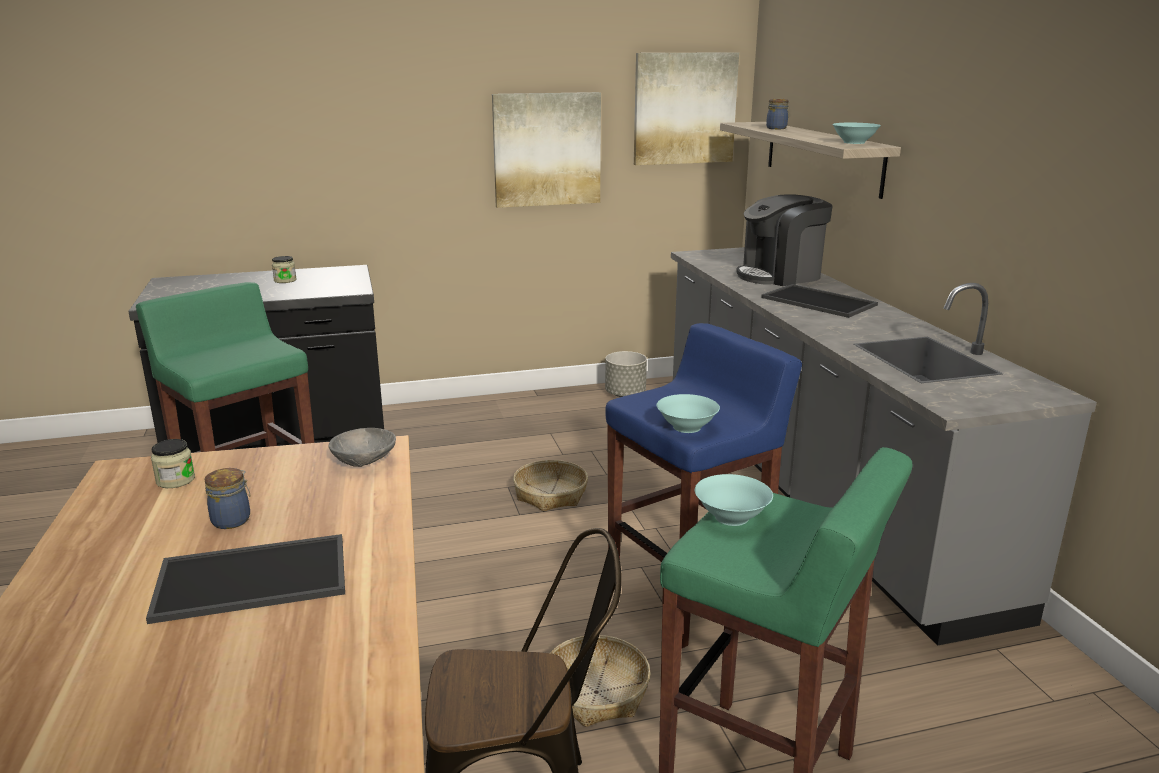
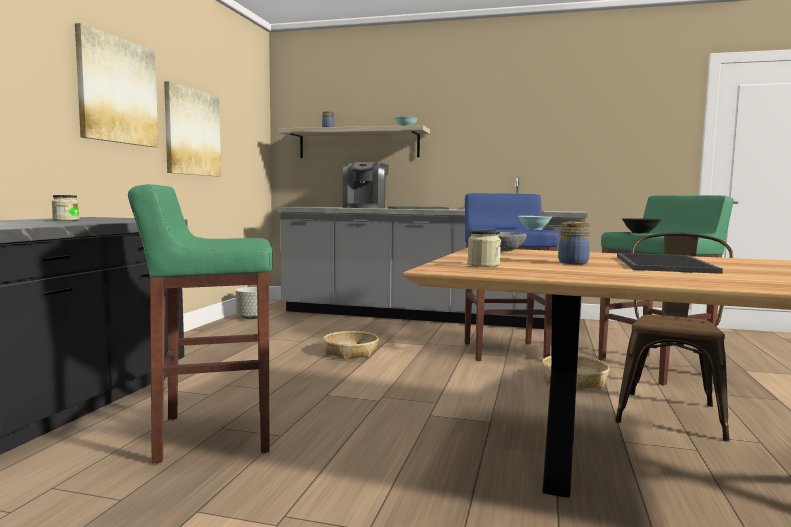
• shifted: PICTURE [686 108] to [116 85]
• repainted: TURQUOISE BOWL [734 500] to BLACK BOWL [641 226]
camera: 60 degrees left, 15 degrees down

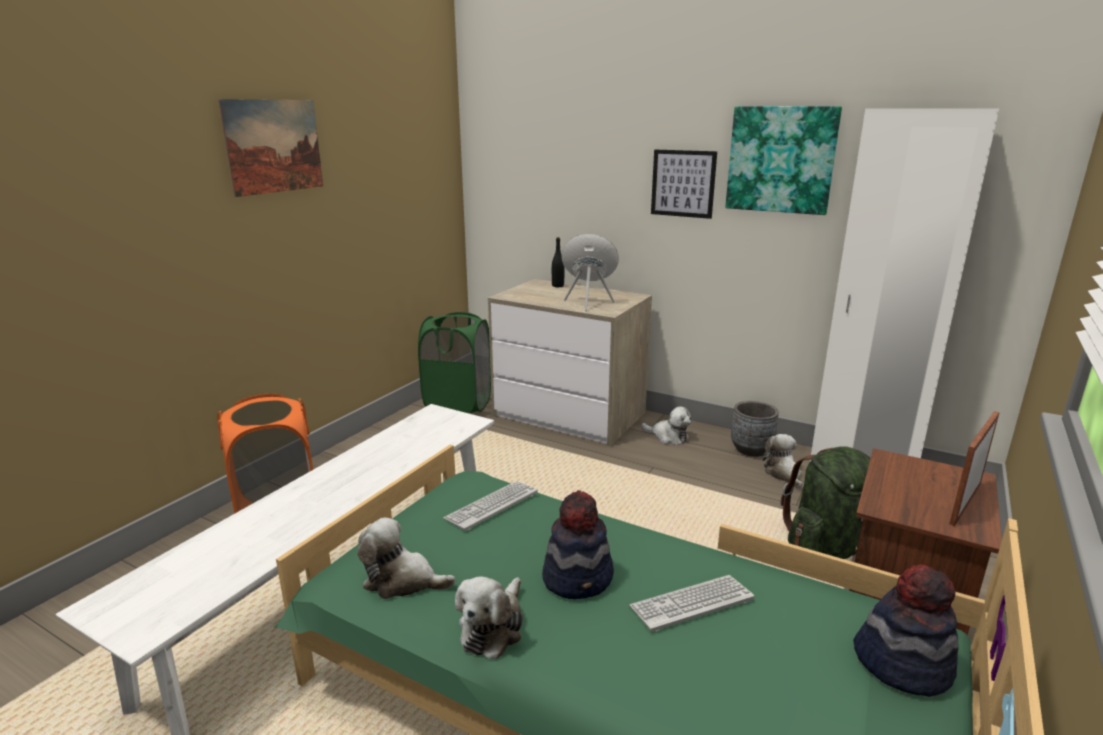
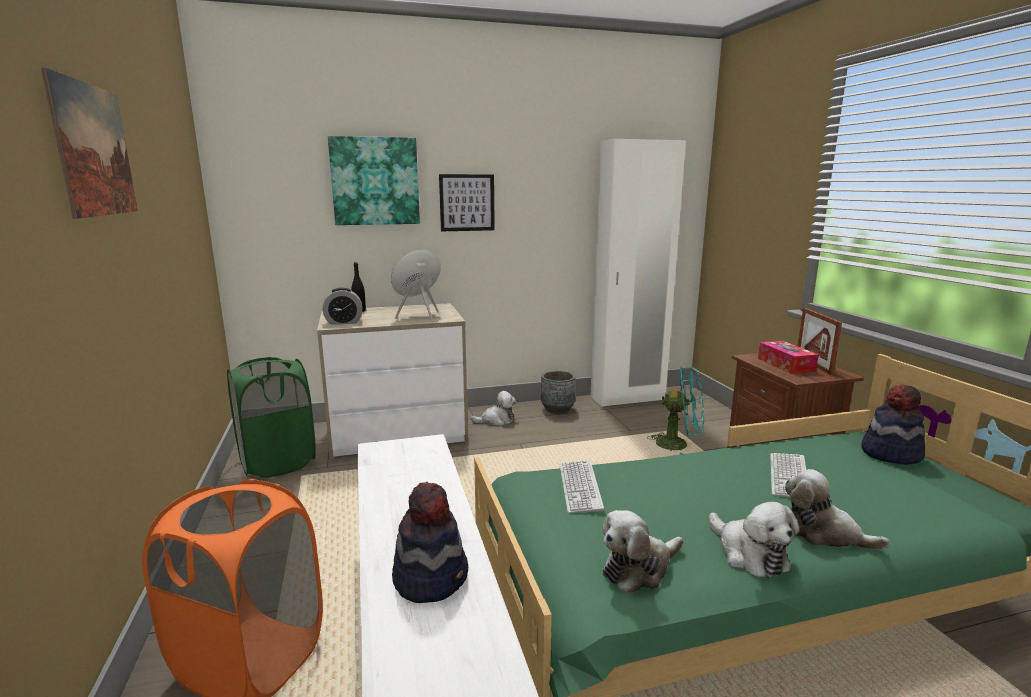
• new: ALARM CLOCK [342 306]
• shifted: PICTURE [783 160] to [374 180]
• shifted: HAT [578 544] to [430 542]
• swapped: GREEN BACKPACK [825 502] to TURQUOISE FAN [675 411]
• new: TISSUE BOX [788 357]
• shifted: PLUSH TOY [782 461] to [837 509]
camera: 45 degrees left, 5 degrees down

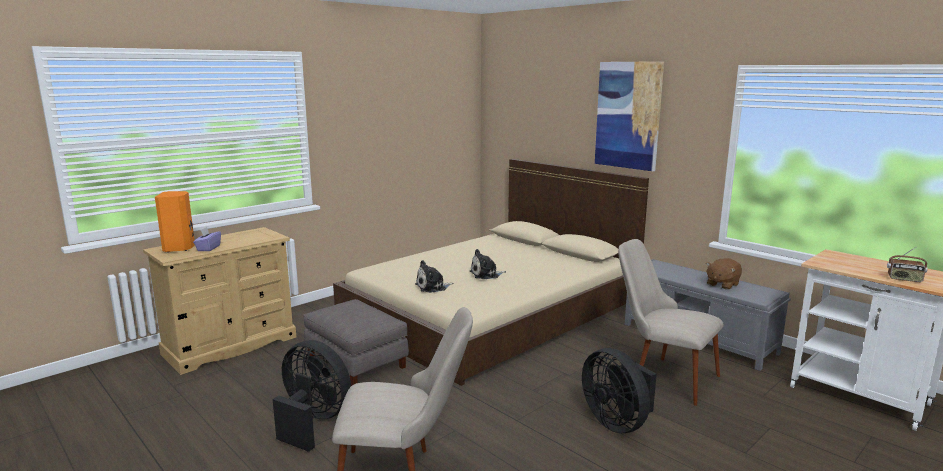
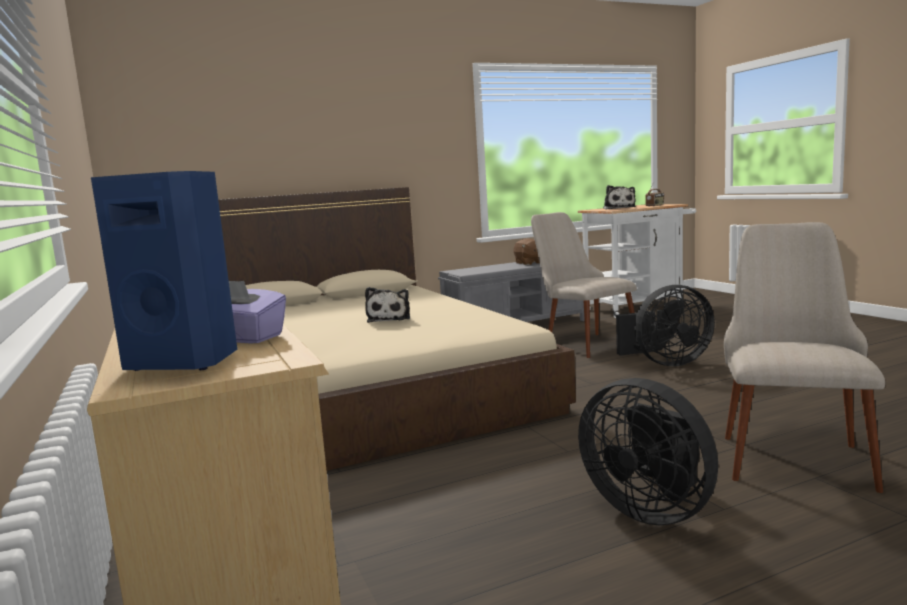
• repainted: ORANGE SPEAKER [175 221] to BLUE SPEAKER [164 271]
• rotated: BEIGE CHAIR [670 322] = [584 285] 90 degrees clockwise
• rotated: BLACK FAN [312 396] = [648 451] 90 degrees counterclockwise
• shifted: PLUSH TOY [434 276] to [619 197]
• gone: GREY OTTOMAN [356 342]
• gone: PICTURE [629 116]
camera: 70 degrees left, 5 degrees down

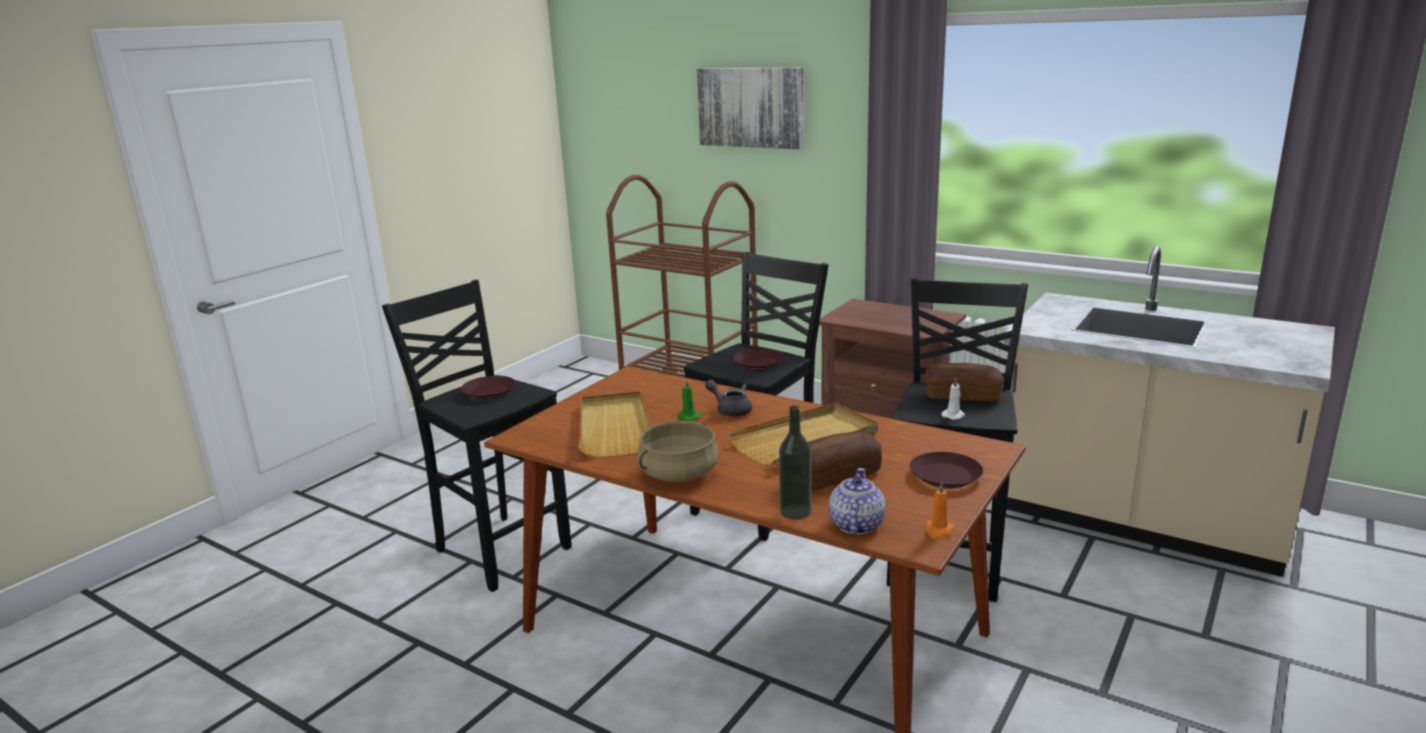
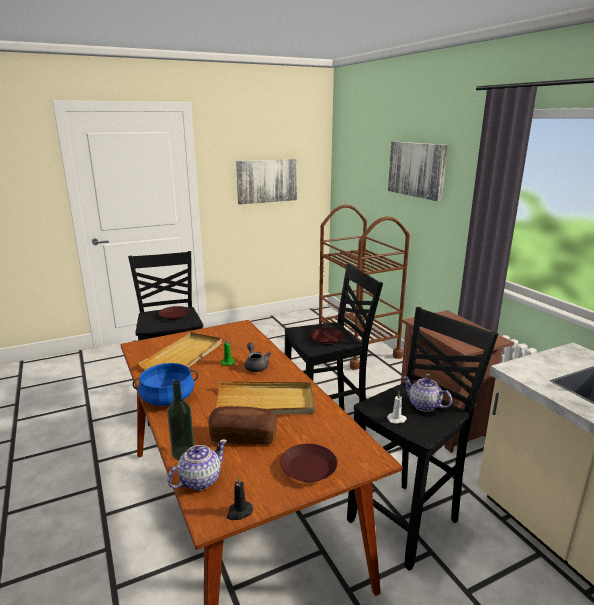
• repainted: BEIGE COOKING POT [678 451] to BLUE COOKING POT [165 384]
• repainted: ORANGE CANDLE [939 511] to BLACK CANDLE [240 498]
• new: PICTURE [266 181]
• swapped: BREAD [964 382] to TEAPOT [427 394]
camera: 30 degrees right, 0 degrees up

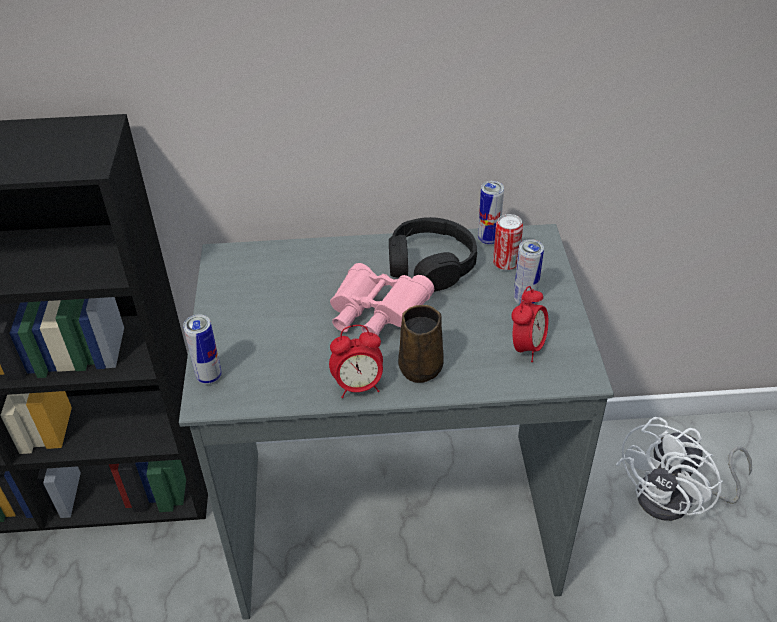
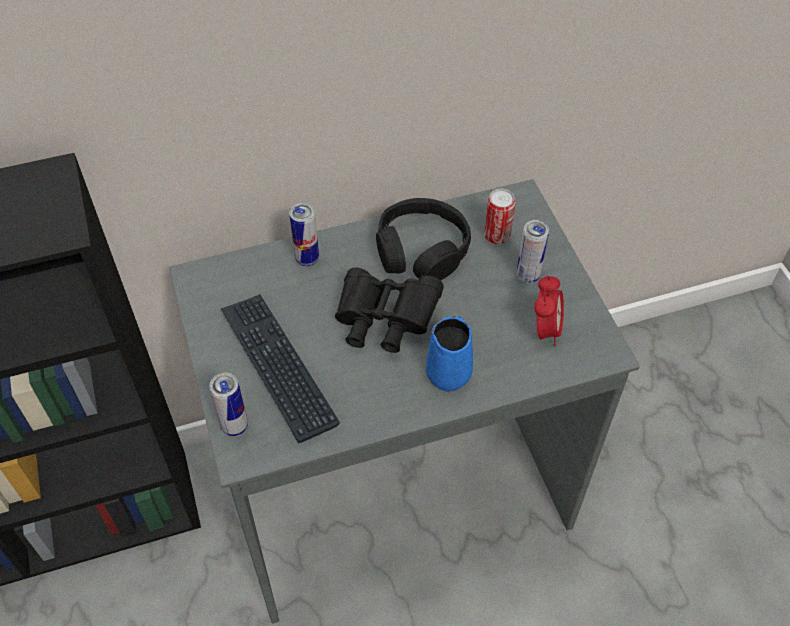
• new: KEYBOARD [280 368]
• shifted: CAN [491 213] to [304 234]
• repainted: PINK BINOCULARS [382 299] to BLACK BINOCULARS [389 310]
• repainted: BROWN MUG [421 344] to BLUE MUG [449 354]
• gone: ALARM CLOCK [356 361]
• gone: WHITE FAN [684 469]
camera: 15 degrees left, 10 degrees up

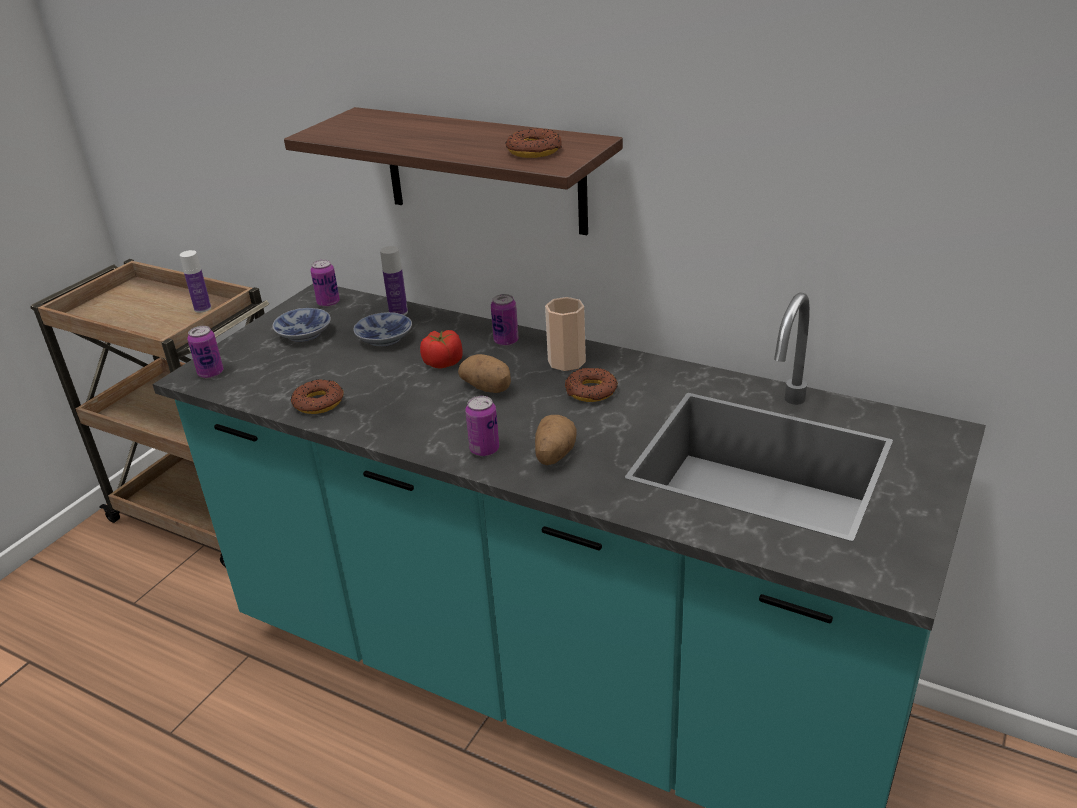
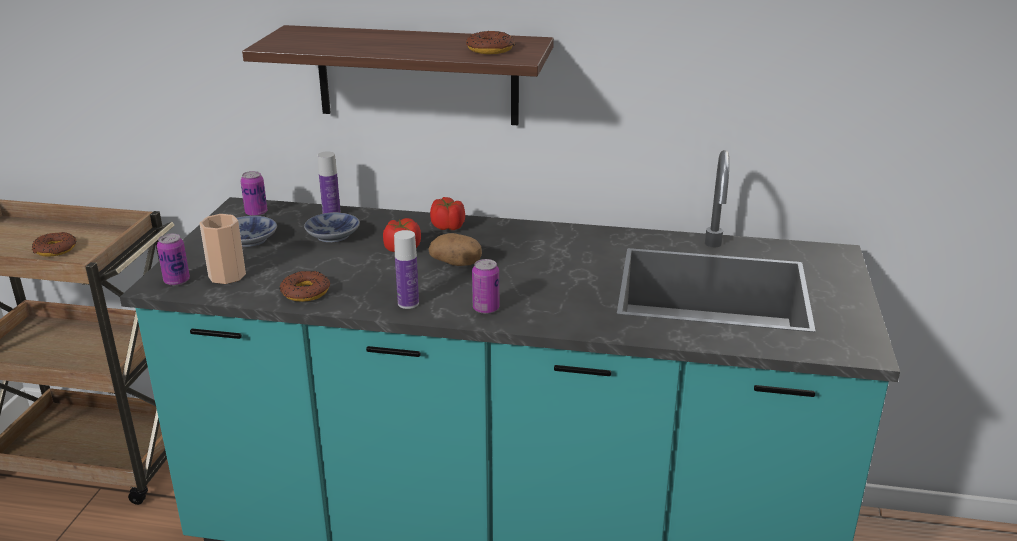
• shifted: DONUT [591 385] to [54 244]
• shifted: CUP [565 334] to [222 249]
• shifted: BOTTLE [195 281] to [406 269]
• swapped: CAN [505 320] to TOMATO [447 213]
• gone: POTATO [556 440]
camera: 20 degrees left, 5 degrees down

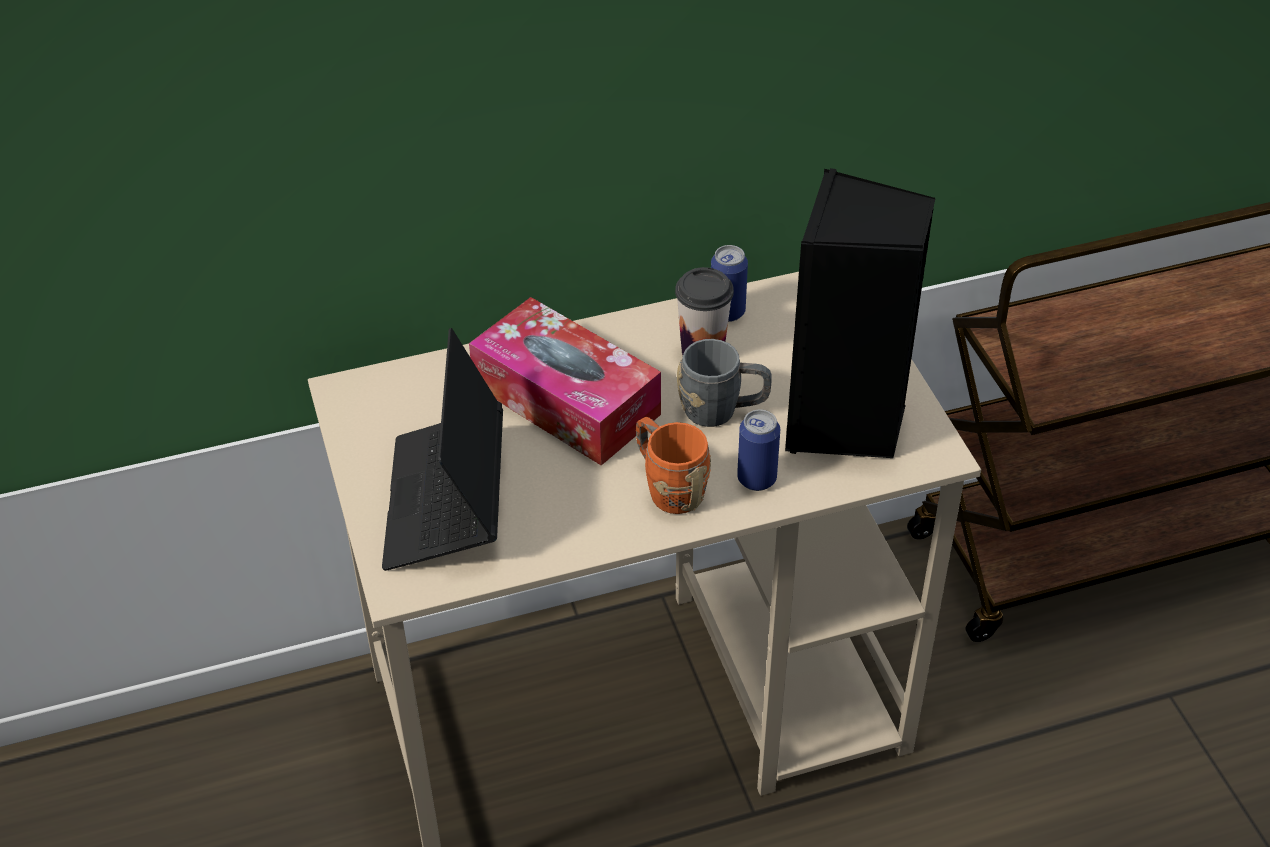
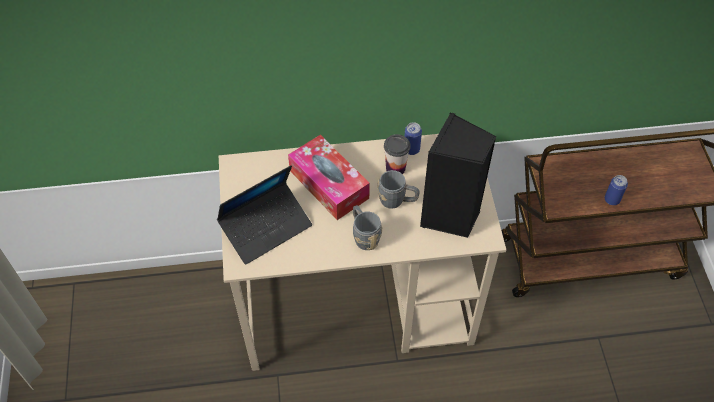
• rotated: LAPTOP [442 449] = [264 215] 135 degrees counterclockwise
• repainted: ORANGE MUG [673 465] to GREY MUG [368 227]
• shifted: CAN [758 450] to [616 190]
camera: 10 degrees right, 10 degrees up

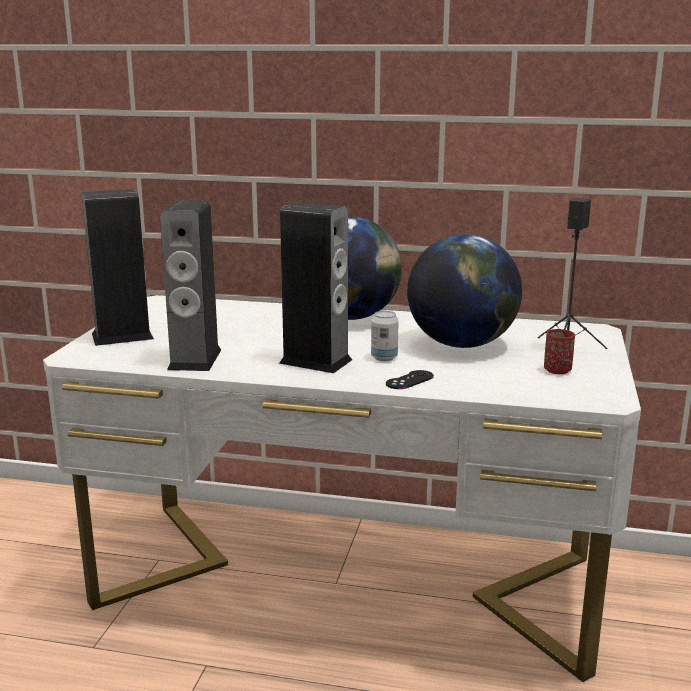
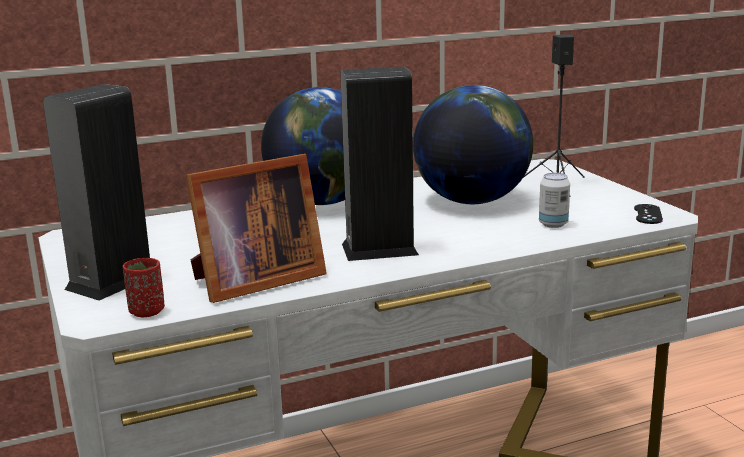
• shifted: RED CUP [559 351] to [144 287]
• swapped: SPEAKER [190 285] to PICTURE FRAME [256 228]
• shifted: CAN [385 336] to [554 200]
• shifted: BLACK GAME CONTROLLER [410 379] to [648 214]
camera: 35 degrees left, 0 degrees up

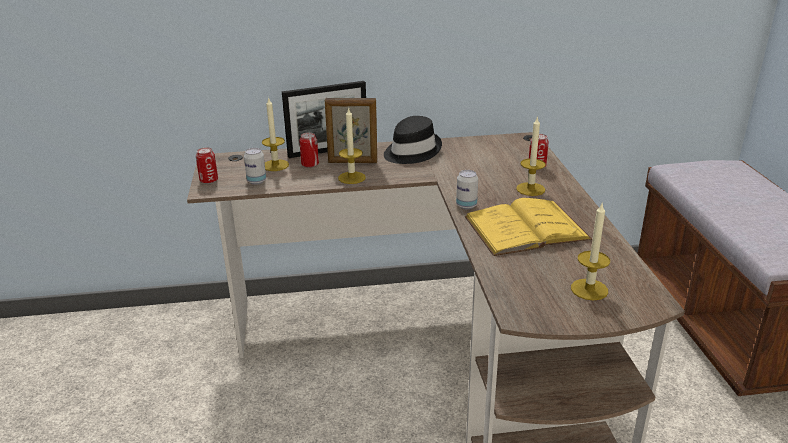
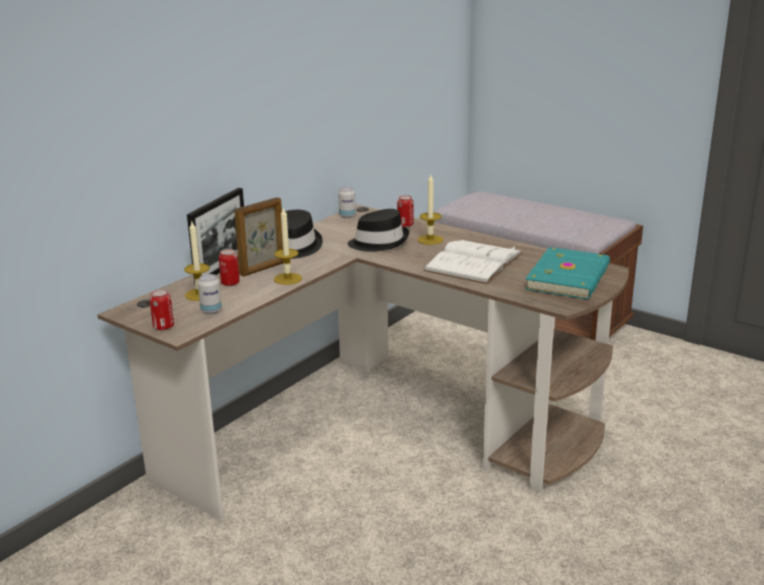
• shifted: CAN [467 189] to [347 202]
• new: BLACK HAT [378 230]
• repainted: YELLOW BOOK [528 227] to WHITE BOOK [473 262]
• swapped: CANDLE [590 252] to TURQUOISE BOOK [567 273]
camera: 45 degrees left, 5 degrees down

